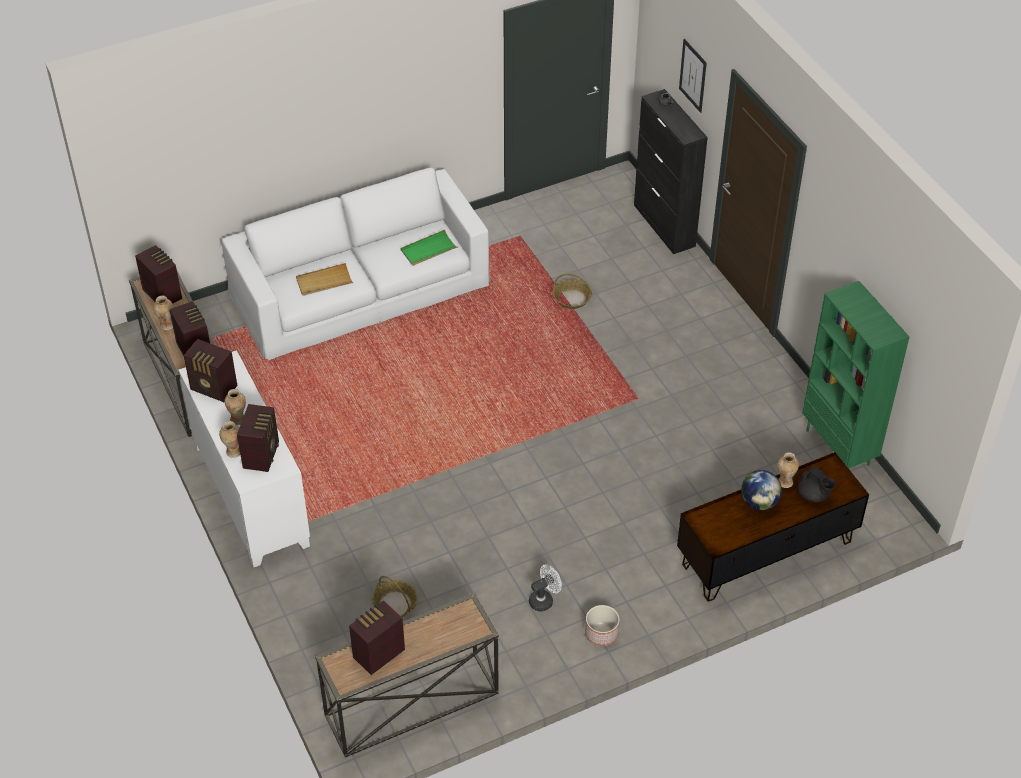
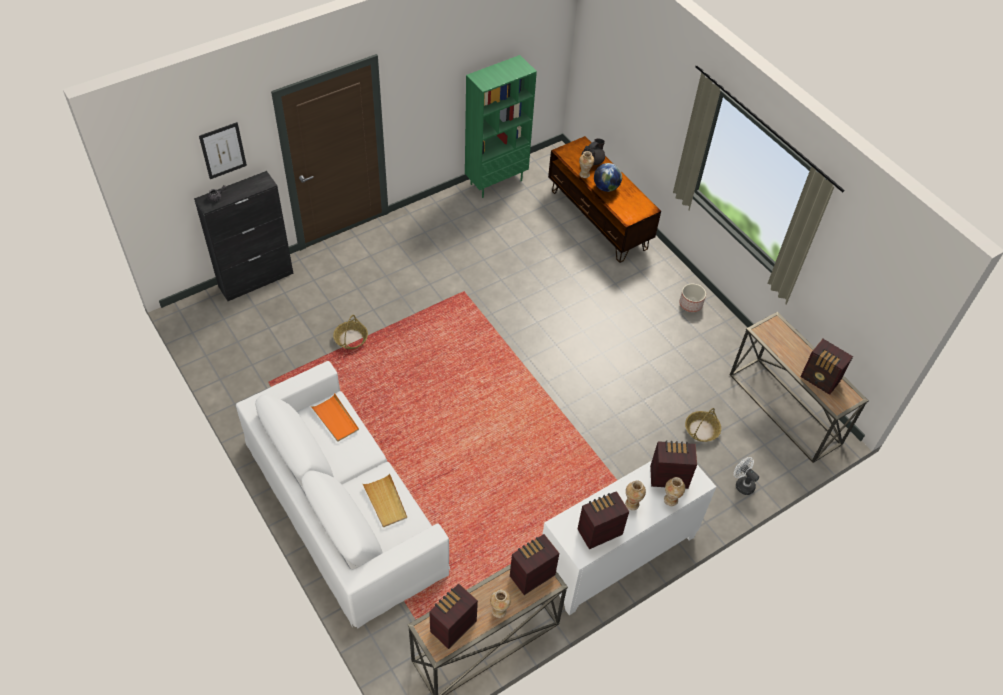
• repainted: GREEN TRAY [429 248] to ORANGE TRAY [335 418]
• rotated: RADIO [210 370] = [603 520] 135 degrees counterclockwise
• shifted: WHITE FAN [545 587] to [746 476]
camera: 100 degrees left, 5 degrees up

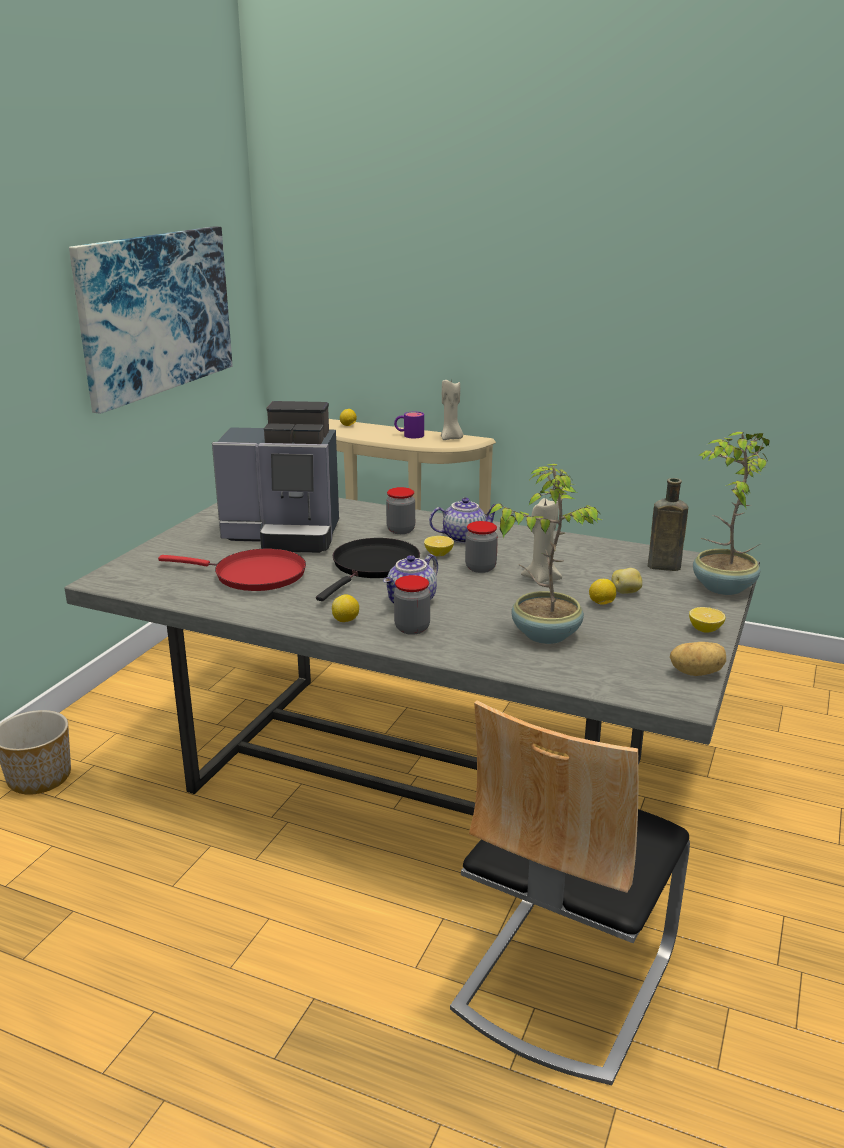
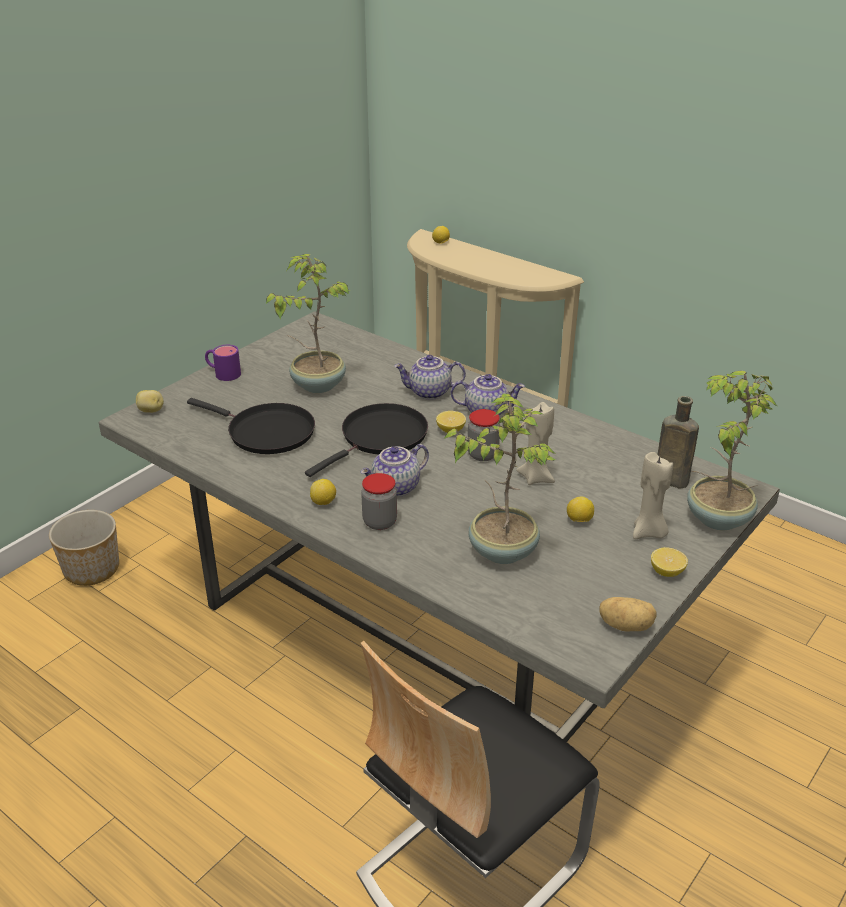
• shifted: POTATO [627 581] to [150 401]
• repainted: RED FRYING PAN [232 570] to BLACK FRYING PAN [251 426]
• shifted: PURPLE MUG [409 425] to [223 363]
• swapped: COFFEE MACHINE [275 477] to POTTED PLANT [308 323]
• swapped: JAR [400 510] to TEAPOT [430 377]
• shifted: BEIGE CANDLE [452 410] to [653 495]
• gone: PICTURE [151 320]
camera: 15 degrees right, 10 degrees up

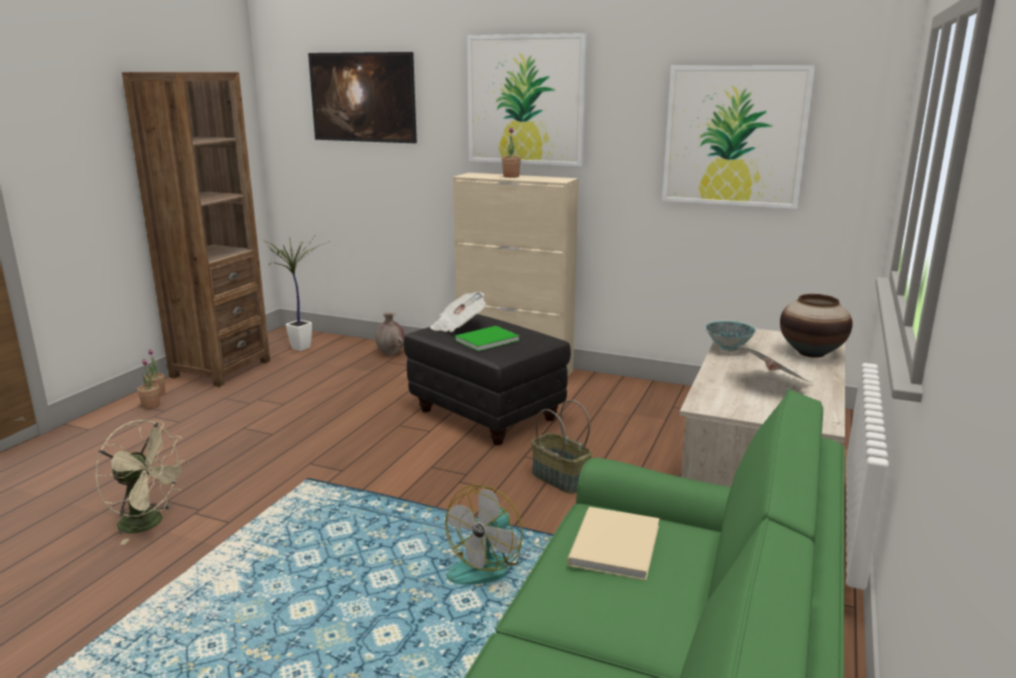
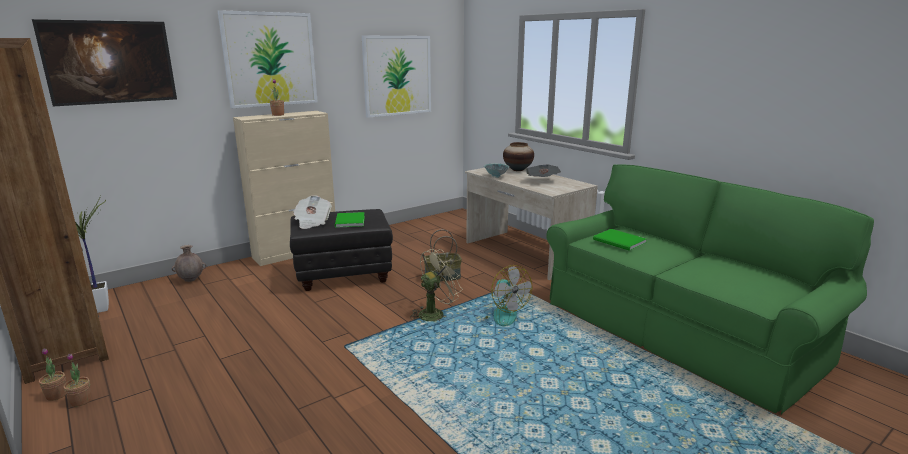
• shifted: BEIGE FAN [142 482] to [436 285]
• repainted: BEIGE BOOK [613 544] to GREEN BOOK [620 240]
camera: 60 degrees left, 0 degrees up

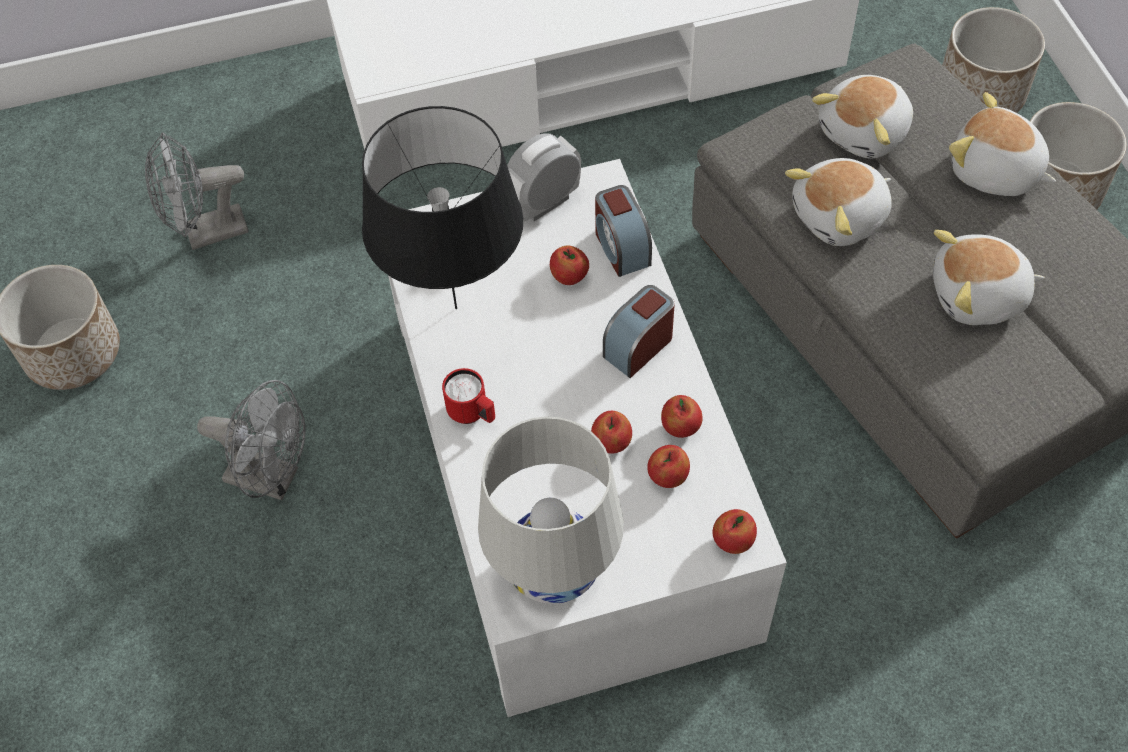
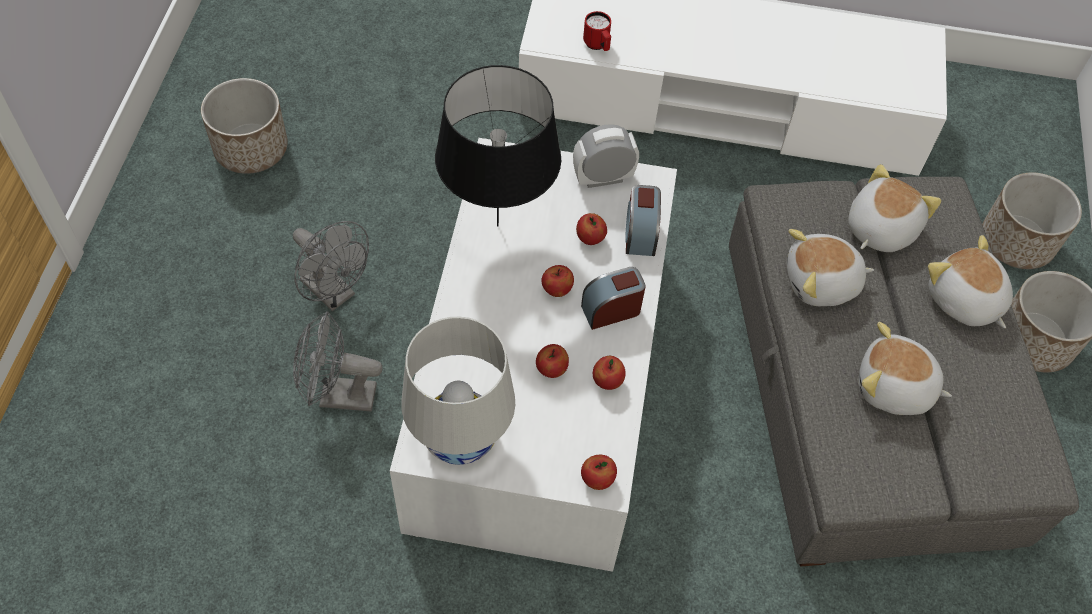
• shifted: GREY FAN [196 191] to [338 361]
• shifted: APPLE [668 466] to [557 281]
• shifted: RED MUG [468 396] to [597 31]
• rotated: PLUSH TOY [862 117] = [894 208] 150 degrees clockwise
camera: 20 degrees right, 0 degrees up

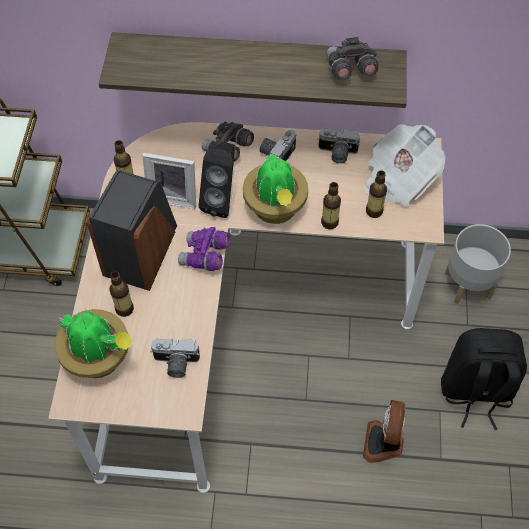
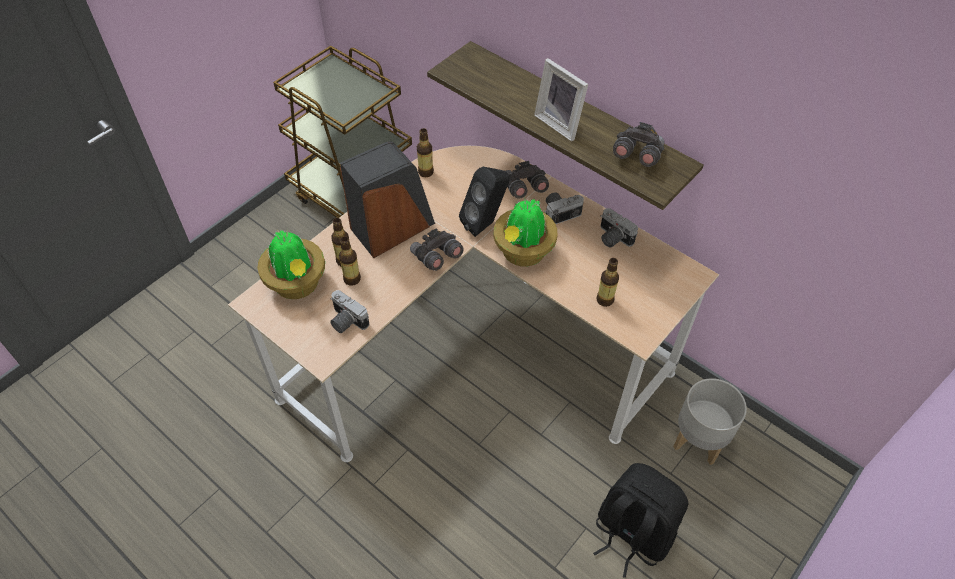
• shifted: BOTTLE [331 205] to [350 261]
• repainted: PURPLE BINOCULARS [204 249] to GREY BINOCULARS [437 250]
• shifted: PICTURE FRAME [169 181] to [561 100]
• gone: FAN [384 431]
• gone: NEWSPAPER [404 165]
camera: 35 degrees right, 5 degrees down

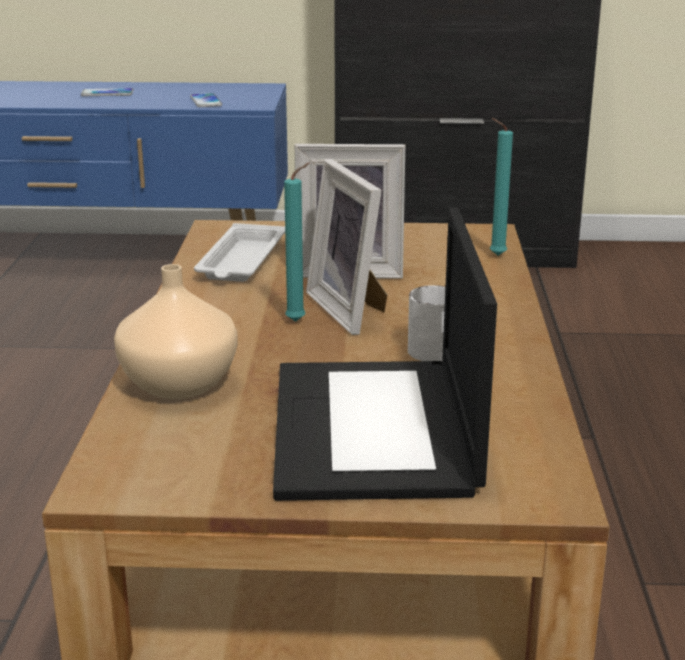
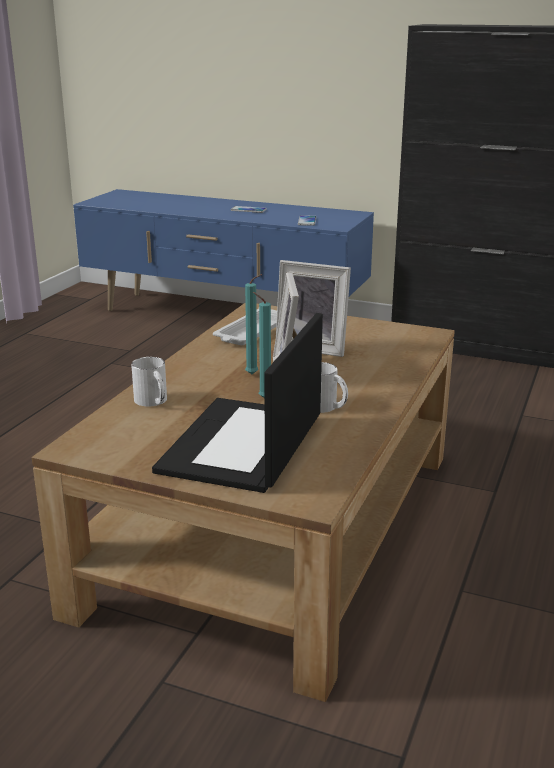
• swapped: BEIGE VASE [176 331] to WHITE MUG [149 381]
• shifted: TURQUOISE CANDLE [501 187] to [262 345]
camera: 20 degrees right, 0 degrees up

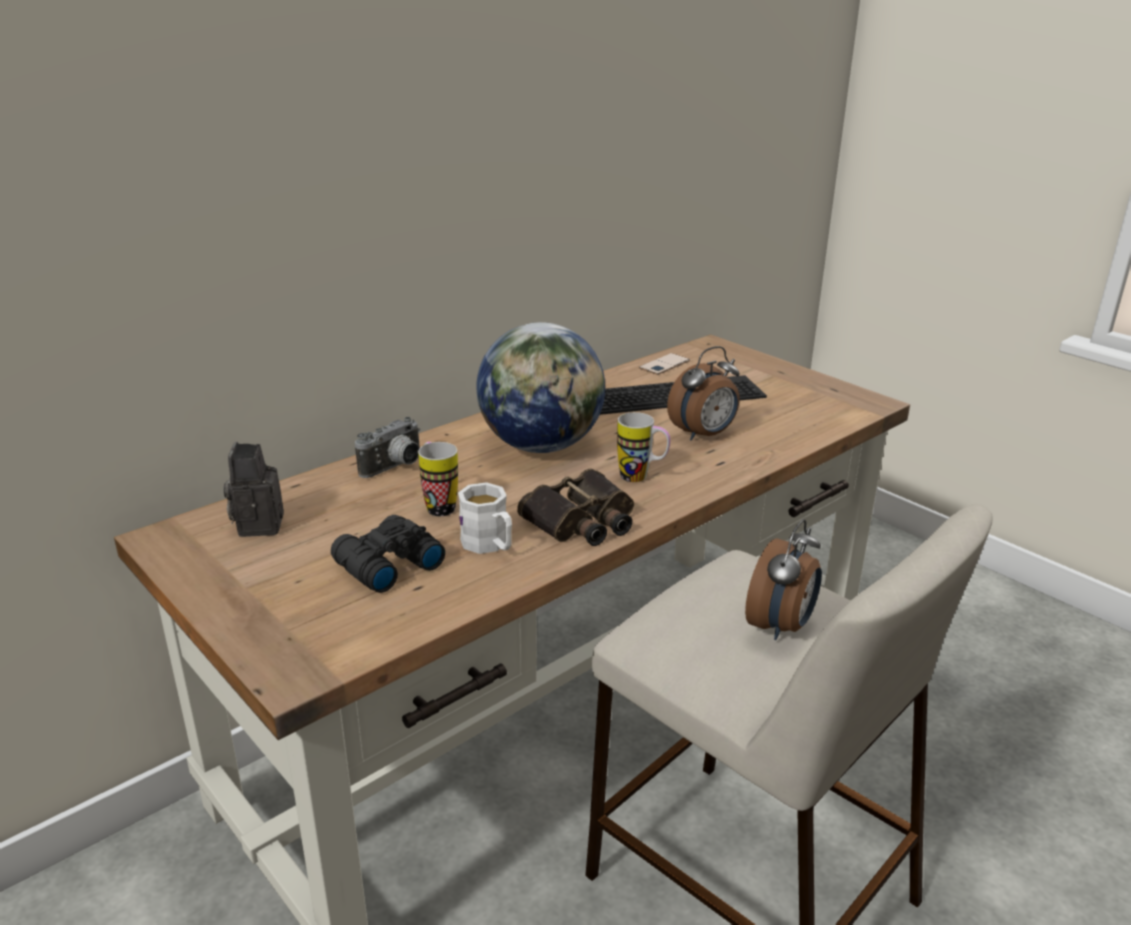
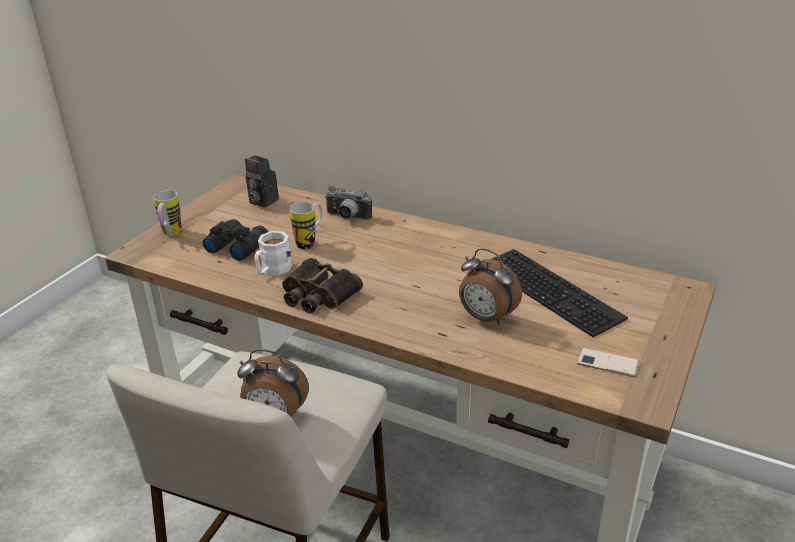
• shifted: MUG [643 447] to [167 213]
• rotated: PHOTO CAMERA [253 489] = [262 181] 120 degrees counterclockwise
• shifted: PHONE [664 364] to [608 362]
• gone: GLOBE [540 387]
camera: 70 degrees right, 5 degrees up

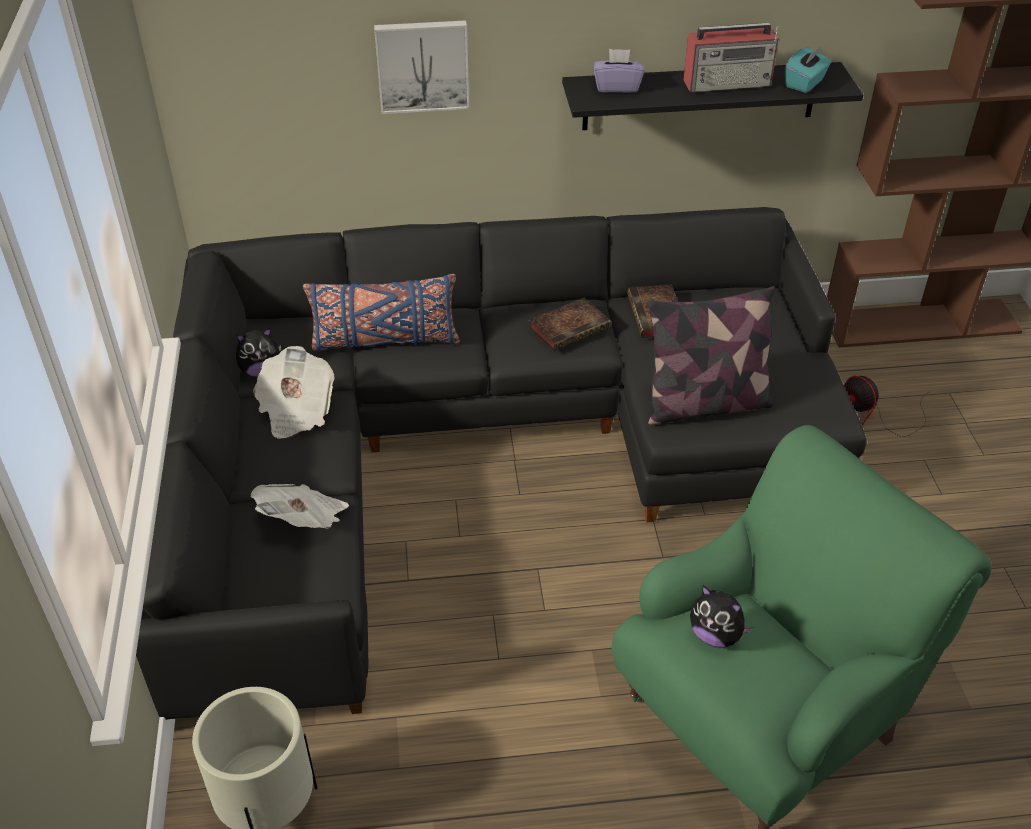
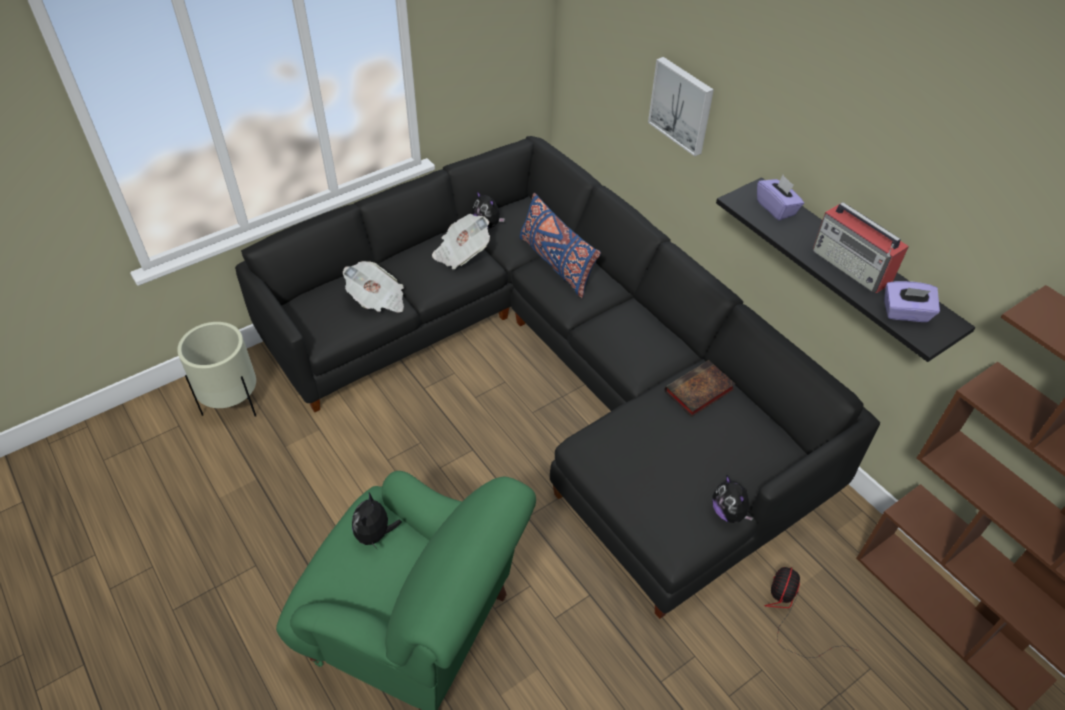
• new: PLUSH TOY [732 499]
• repainted: TURQUOISE TISSUE BOX [808 69] to PURPLE TISSUE BOX [912 301]
• gone: BOOK [569 324]
• gone: PILLOW [711 355]
camera: 60 degrees right, 5 degrees up

